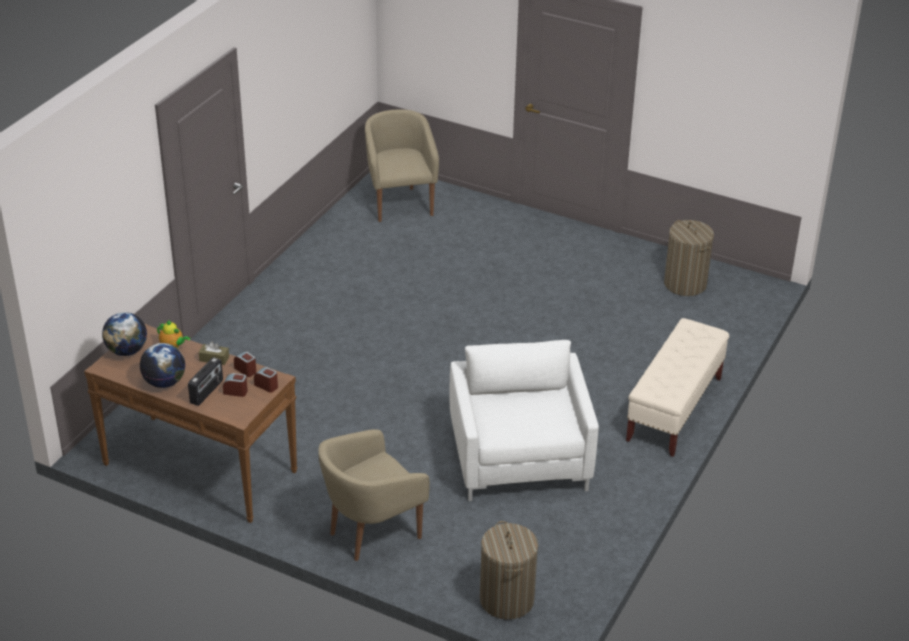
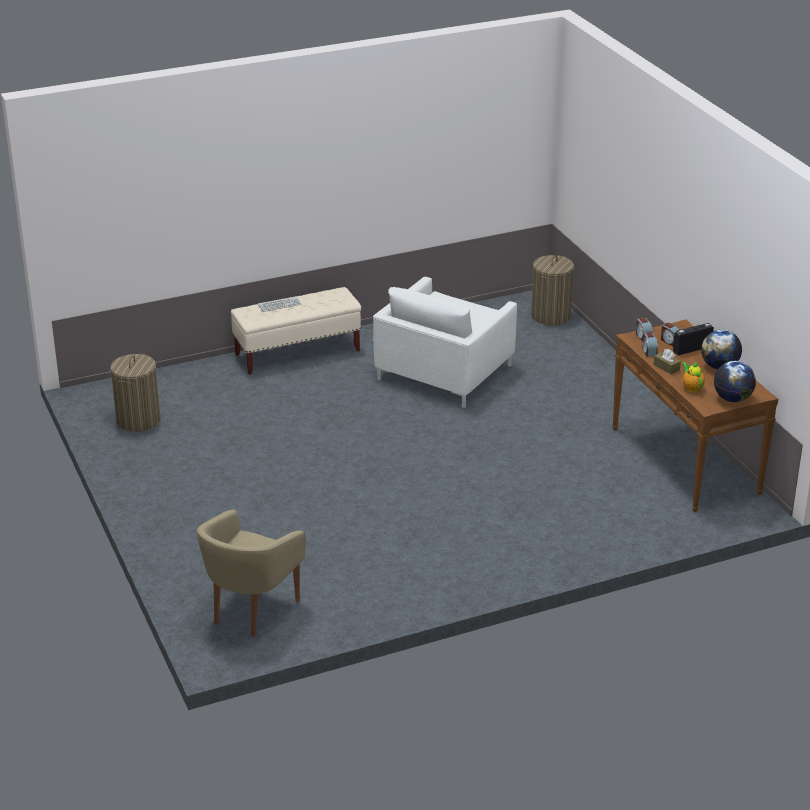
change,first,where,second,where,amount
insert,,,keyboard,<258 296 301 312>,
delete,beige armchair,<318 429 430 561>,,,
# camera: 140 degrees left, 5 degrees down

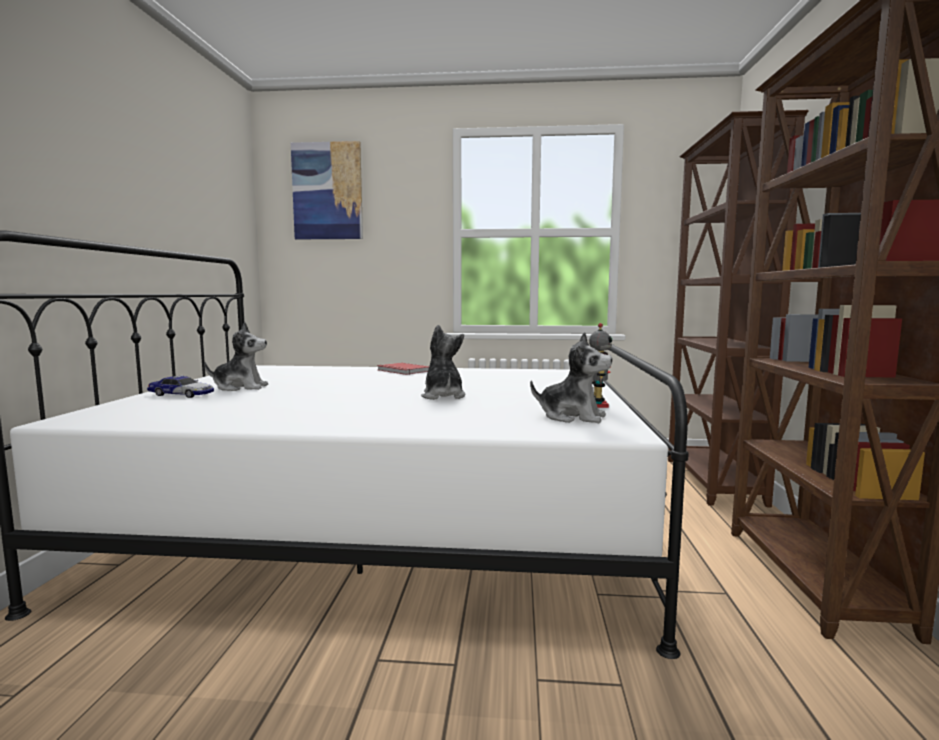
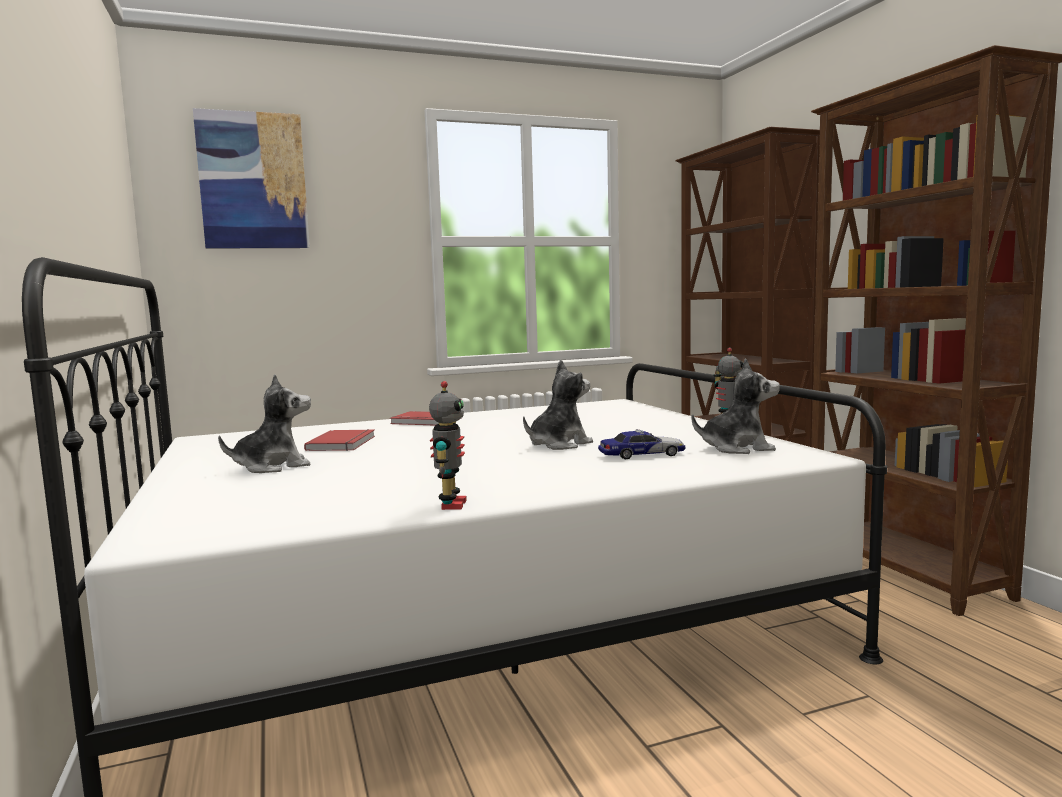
change,first,where,second,where,amount
insert,,,red book,<304 429 375 451>,
insert,,,toy robot,<429 381 467 510>,
rotate,plush toy,<421 325 466 400>,,<523 360 593 450>,90 degrees clockwise
move,toy car,<147 375 214 398>,,<598 429 686 459>,
# camera: 25 degrees left, 0 degrees up

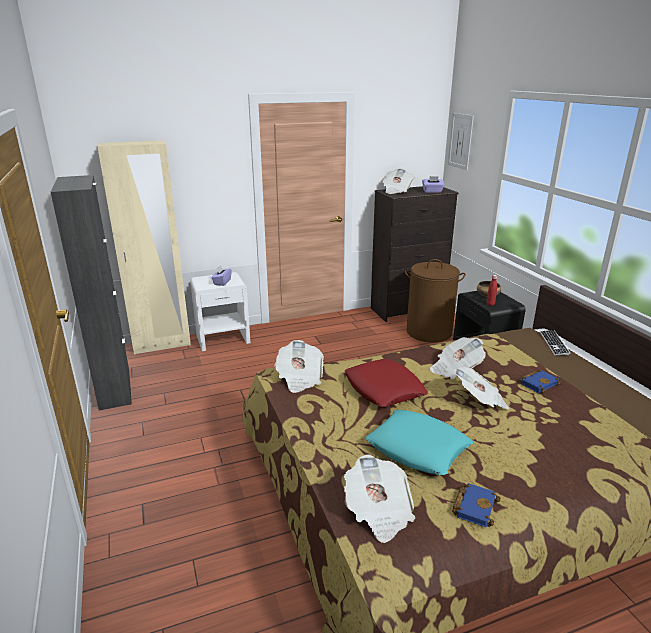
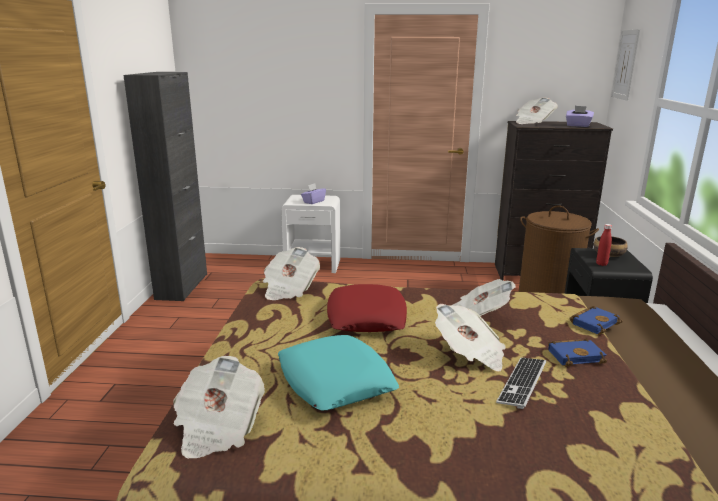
change,first,where,second,where,amount
move,keyboard,<540 330 571 356>,,<496 357 546 409>,
move,blue book,<452 483 501 528>,,<569 306 623 334>,
delete,beige wardrobe,<97 140 191 355>,,,
# camera: 25 degrees right, 5 degrees down

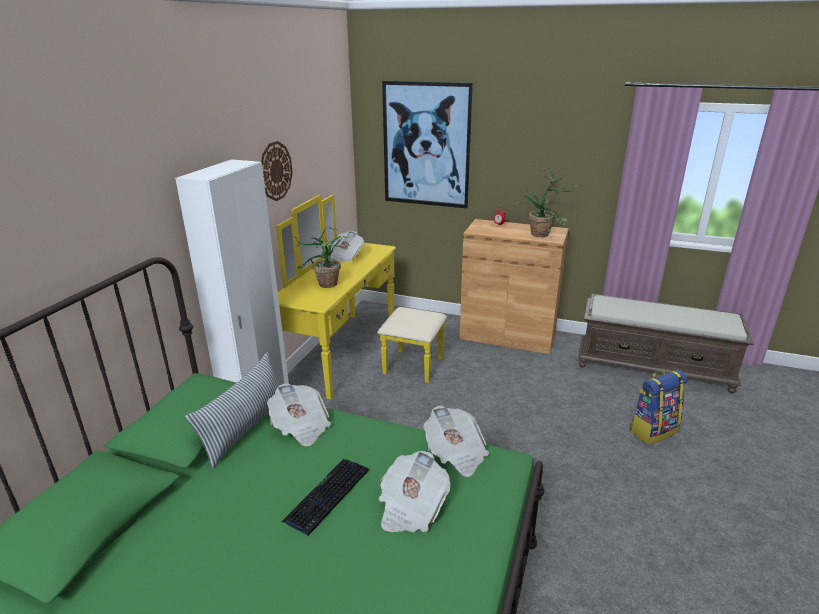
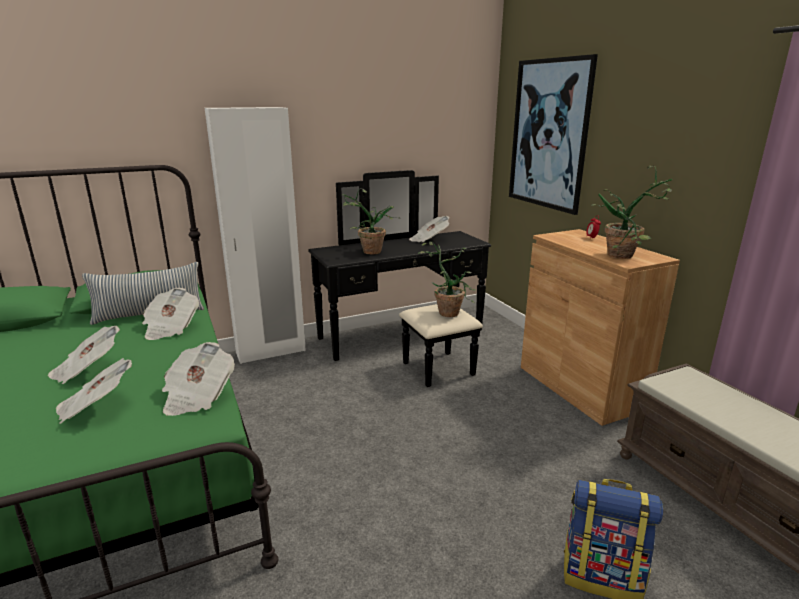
change,first,where,second,where,amount
replace,keyboard,<281 459 369 537>,newspaper,<48 326 120 384>,
recolor,yellow dresser,<276 195 447 400>,black dresser,<308 170 491 387>,
insert,,,potted plant,<418 241 475 317>,
delete,wall clock,<261 141 293 201>,,,
# camera: 45 degrees right, 5 degrees down

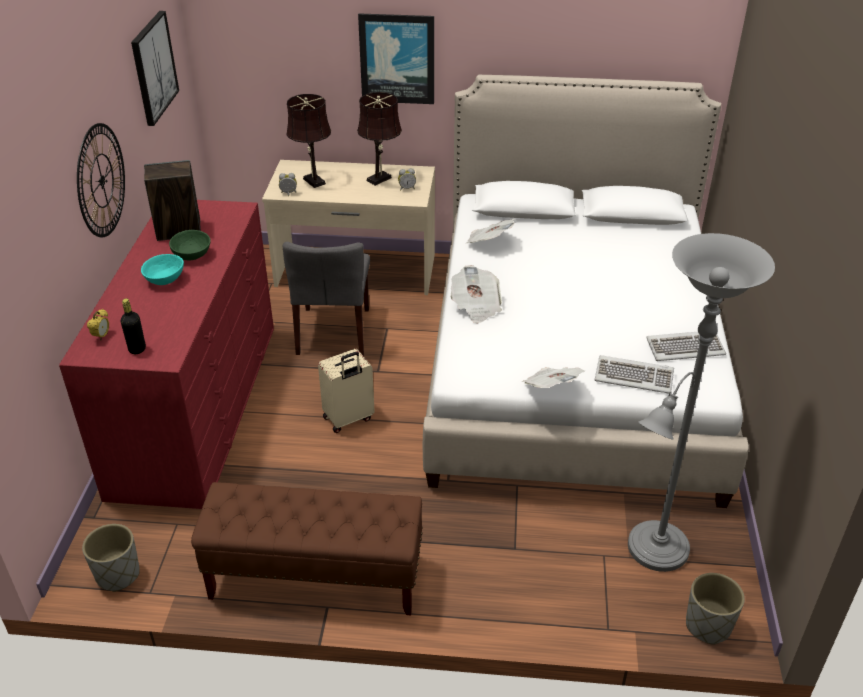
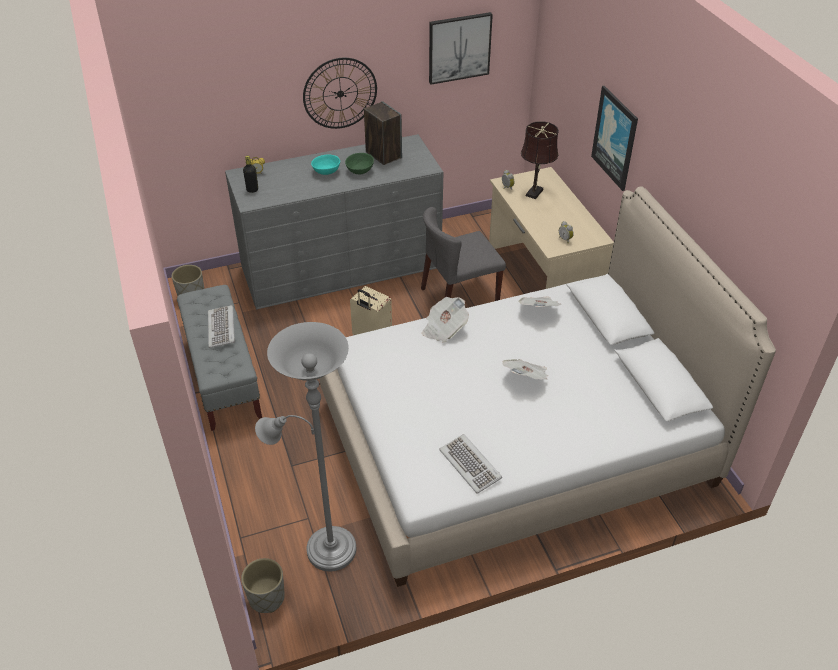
change,first,where,second,where,amount
recolor,brown bench,<191 482 423 615>,grey bench,<177 285 262 431>,
move,keyboard,<595 355 674 393>,,<208 305 235 348>,
recolor,red dresser,<59 200 274 509>,grey dresser,<225 134 443 309>,
move,newspaper,<522 367 585 388>,,<502 359 548 380>,
delete,brown table lamp,<357 92 402 186>,,,
# camera: 65 degrees right, 5 degrees up

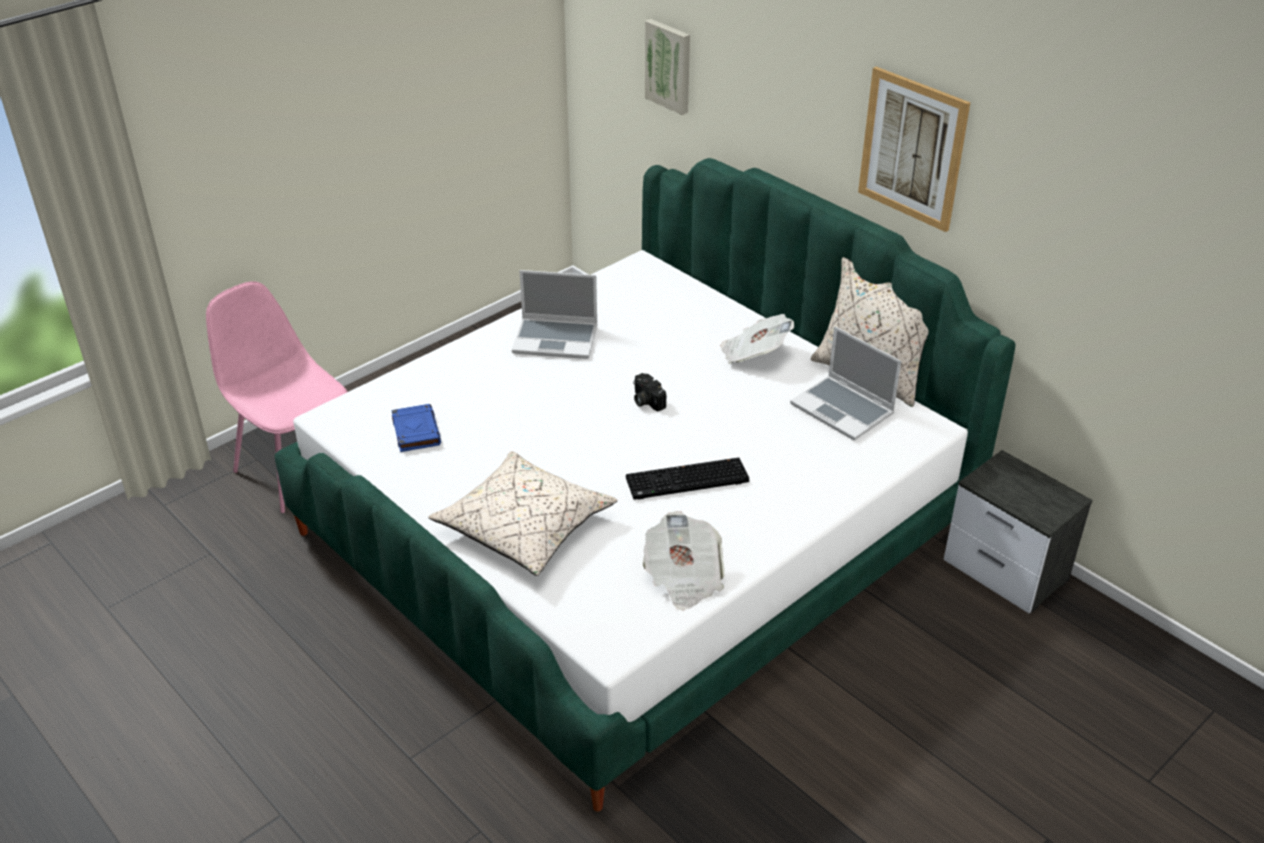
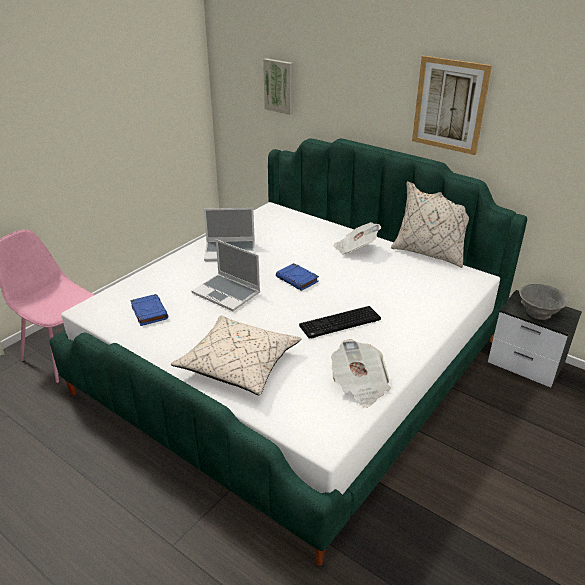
change,first,where,second,where,amount
move,laptop,<790 327 901 440>,,<192 239 260 311>,
replace,photo camera,<633 373 666 411>,blue book,<276 263 319 291>,
insert,,,grey bowl,<519 284 568 320>,
# camera: 10 degrees left, 5 degrees down

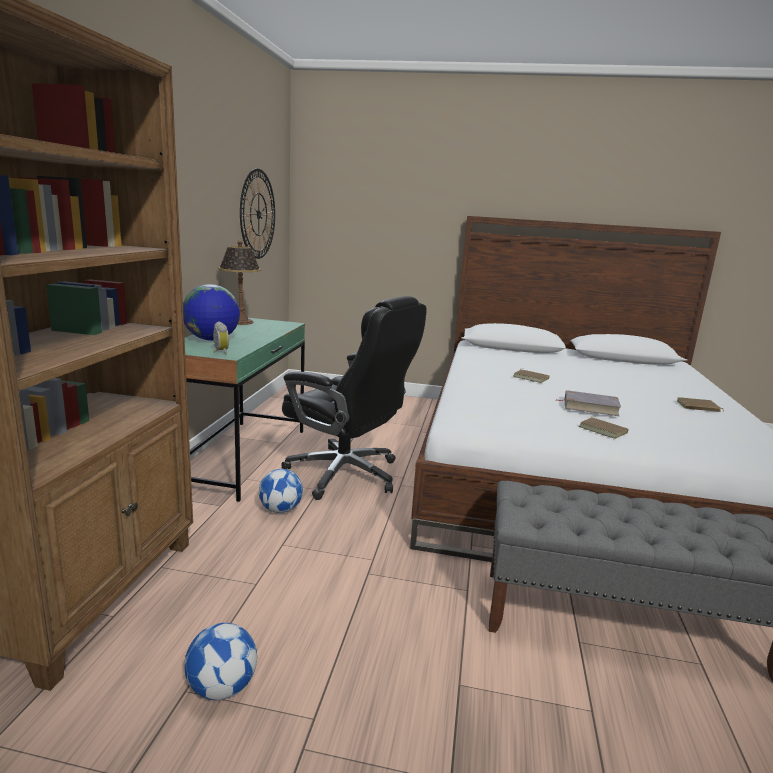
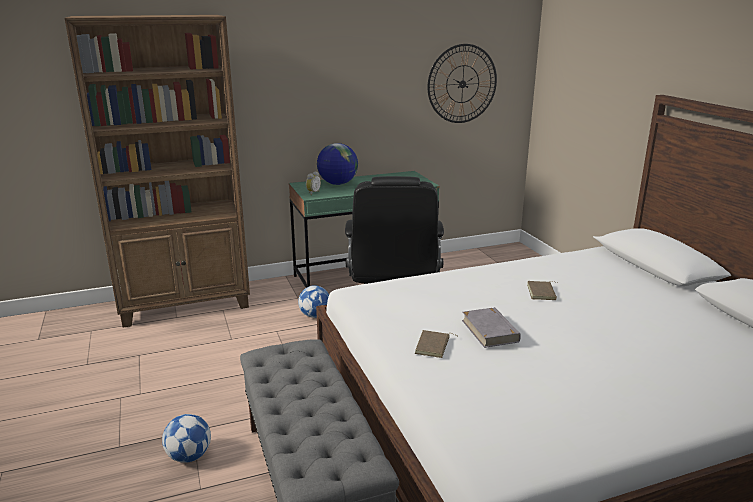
change,first,where,second,where,amount
move,football,<184 623 257 700>,,<162 414 211 463>,
delete,table lamp,<218 241 261 325>,,,
delete,brown book,<677 397 724 412>,,,
# camera: 60 degrees right, 5 degrees up

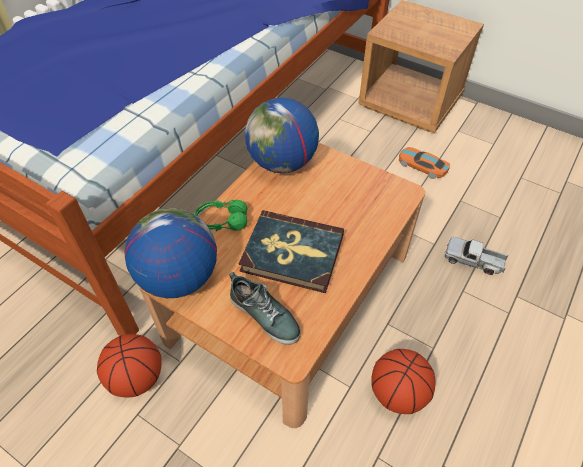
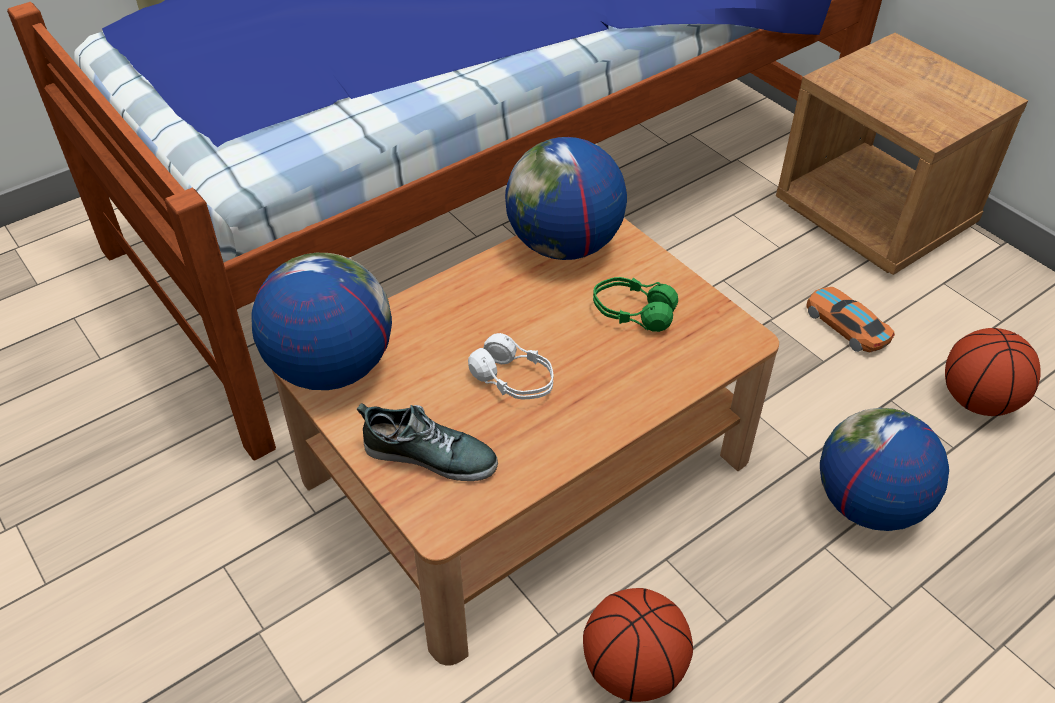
change,first,where,second,where,amount
rotate,shoe,<229 272 301 345>,,<357 403 498 481>,45 degrees counterclockwise
replace,book,<239 210 344 293>,white headphones,<468 333 553 400>,
move,green headphones,<194 200 248 231>,,<593 277 678 332>,
replace,toy truck,<445 237 508 275>,globe,<820 408 949 531>,
move,basketball,<97 334 162 398>,,<945 328 1041 416>,
# camera: 20 degrees right, 5 degrees down

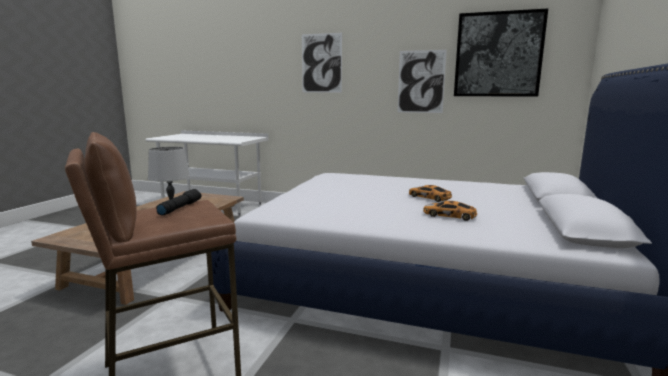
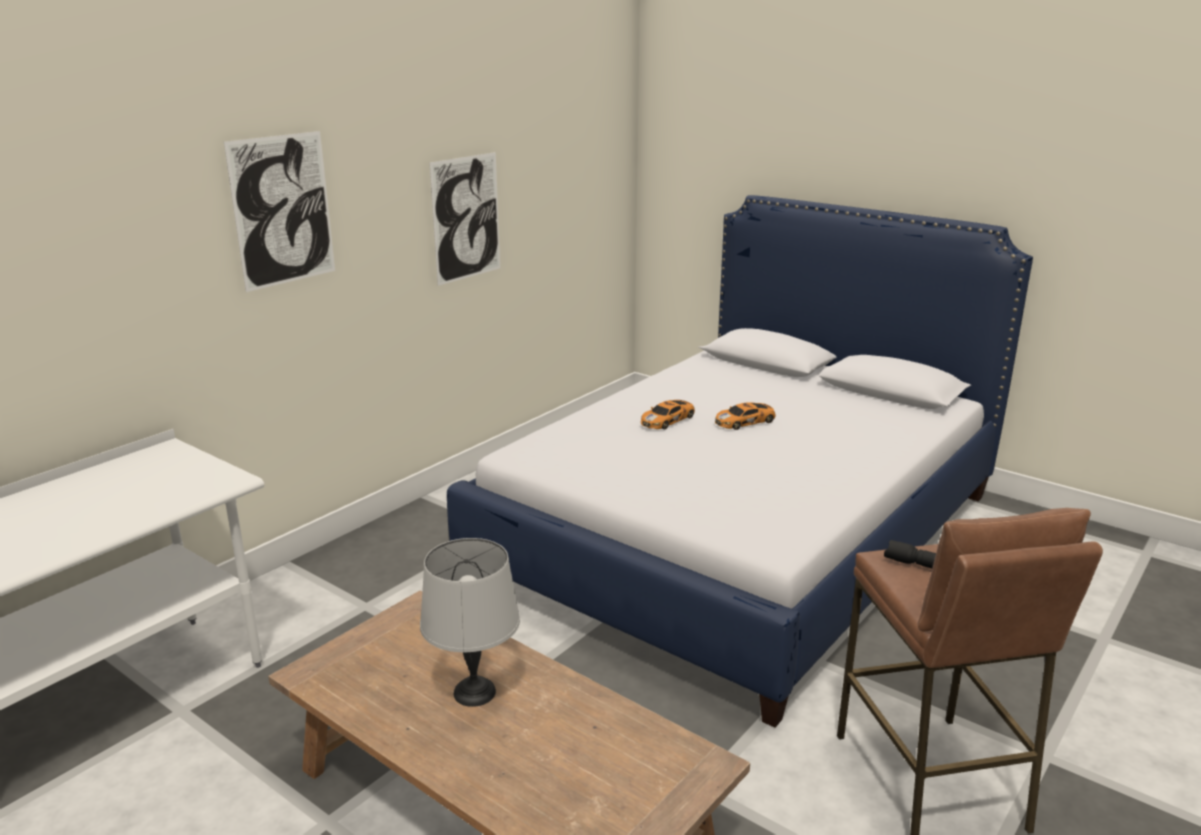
change,first,where,second,where,amount
move,toy car,<423 201 477 221>,,<641 400 695 429>,
delete,picture,<454 8 548 97>,,,
# camera: 70 degrees left, 10 degrees up

